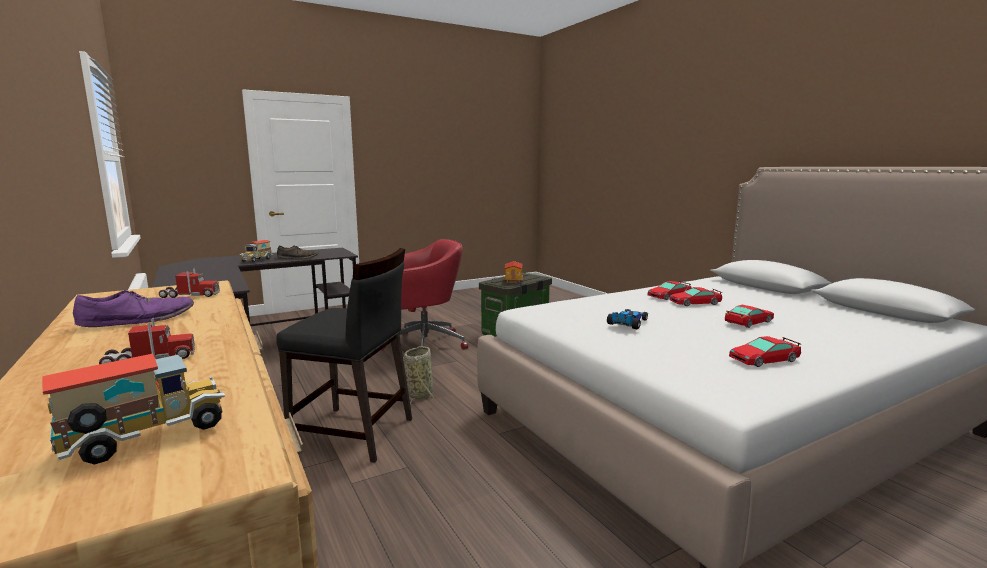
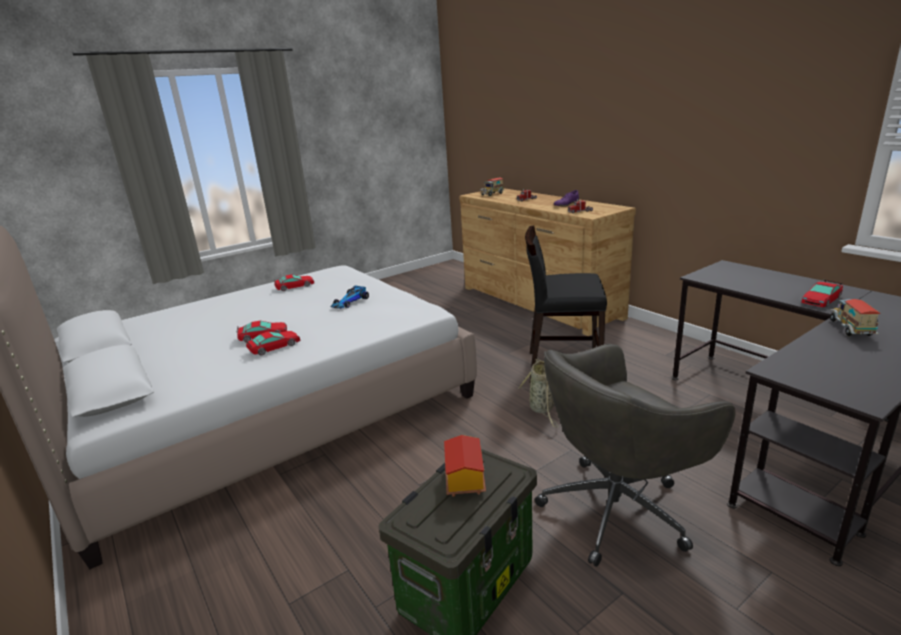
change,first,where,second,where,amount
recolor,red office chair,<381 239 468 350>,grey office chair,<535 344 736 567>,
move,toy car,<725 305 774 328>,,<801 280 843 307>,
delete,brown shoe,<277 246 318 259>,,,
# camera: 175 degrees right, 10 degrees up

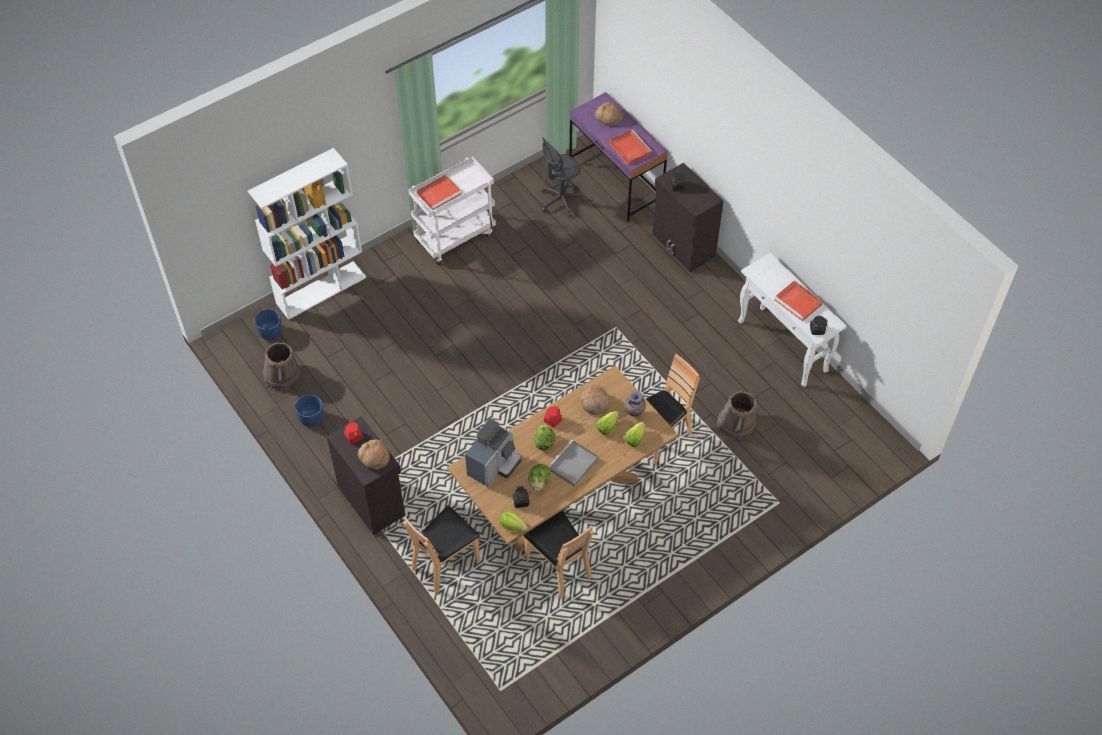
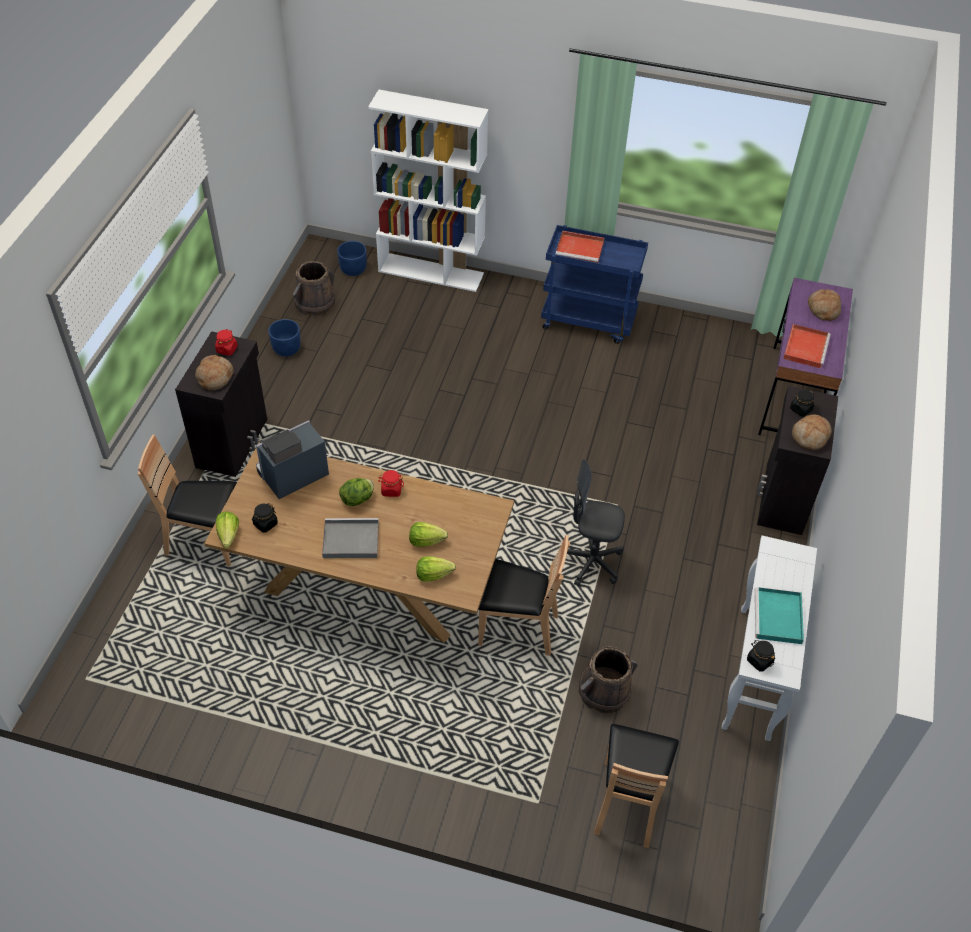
change,first,where,second,where,amount
rotate,coffee machine,<465 418 521 488>,,<256 420 329 499>,150 degrees clockwise
recolor,white cart,<409 156 496 265>,blue cart,<541 225 648 344>,
move,grey office chair,<541 137 585 217>,,<567 459 625 586>,
move,brown chair,<523 510 594 598>,,<594 724 679 848>,
recolor,red tray,<774 280 823 322>,turquoise tray,<755 587 804 644>,
move,bread,<581 385 610 415>,,<792 415 832 450>,
delete,lettuce,<528 464 551 492>,,,
delete,vase,<624 391 646 416>,,,
# camera: 50 degrees right, 5 degrees down

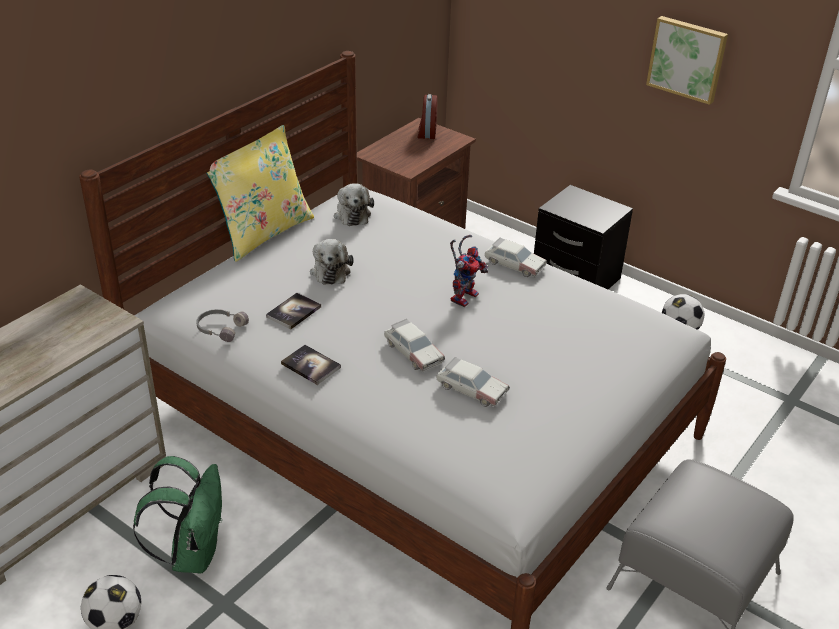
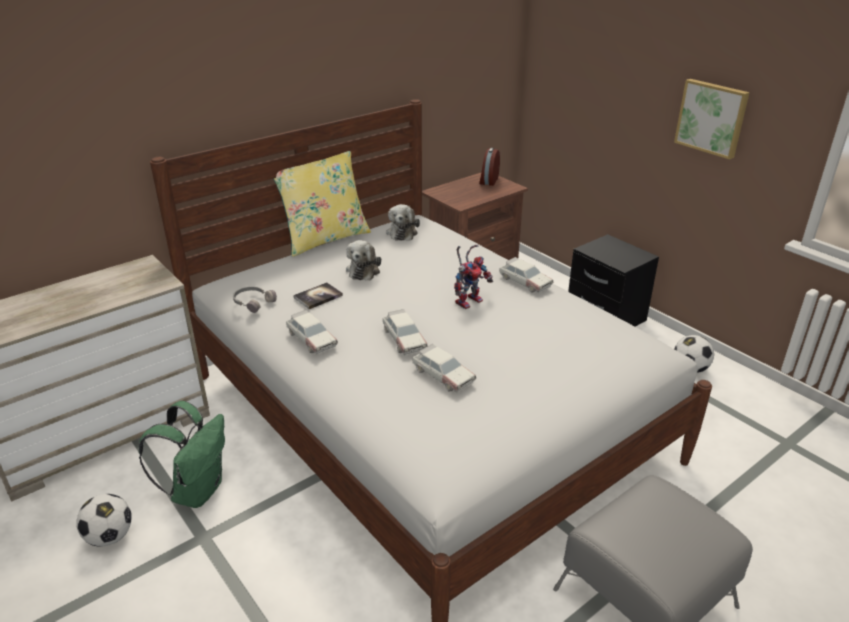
change,first,where,second,where,amount
replace,book,<281 345 341 385>,toy car,<286 310 338 355>,
# camera: 15 degrees right, 5 degrees down

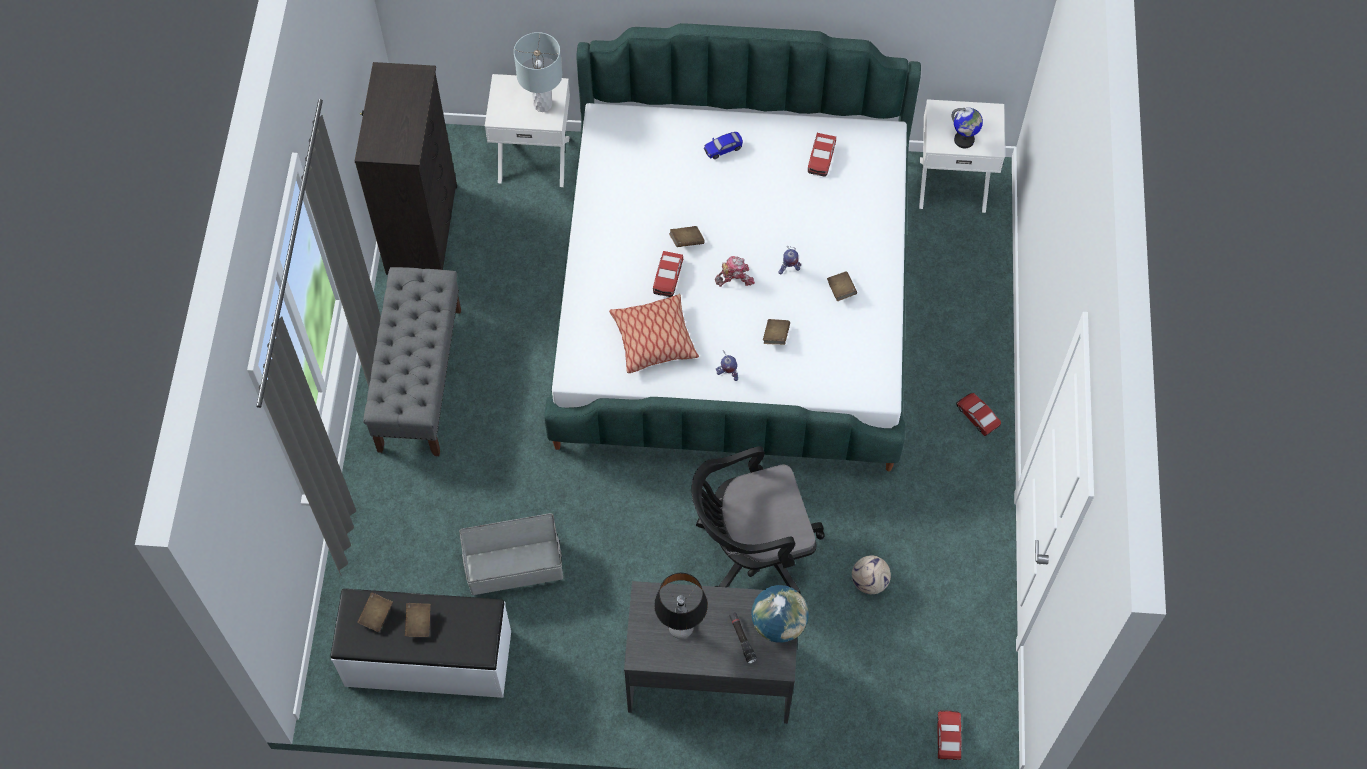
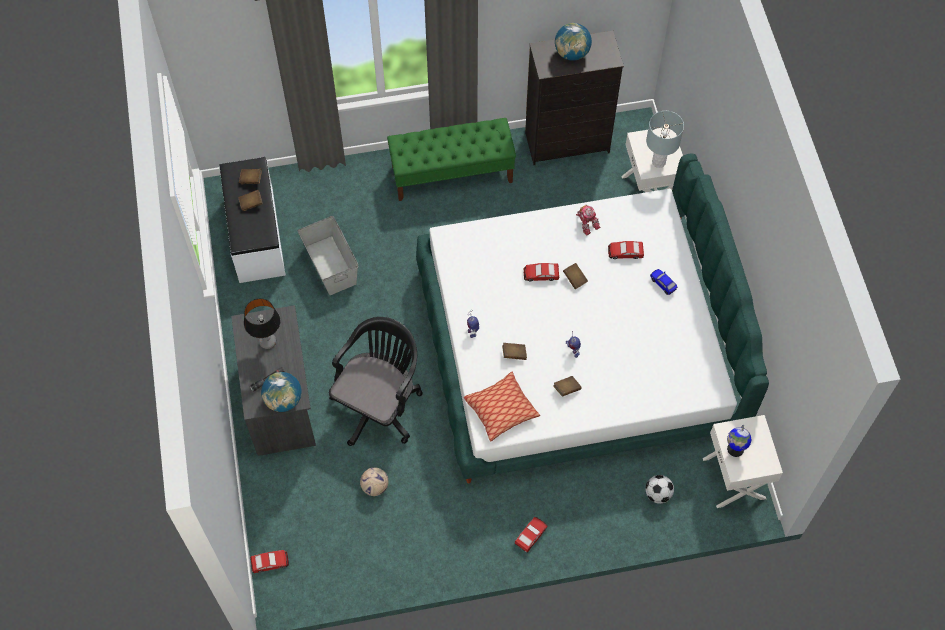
change,first,where,second,where,amount
rotate,black office chair,<691 446 825 594>,,<329 317 423 446>,60 degrees clockwise
recolor,grey bench,<363 267 461 456>,green bench,<387 118 516 201>,
move,pillow,<609 294 699 373>,,<464 372 540 441>,
insert,,,globe,<555 23 592 61>,
move,toy robot,<715 256 755 287>,,<576 205 600 236>,
move,toy car,<808 133 836 177>,,<608 241 644 259>,
insert,,,football,<645 475 674 504>,
# camera: 75 degrees right, 0 degrees up

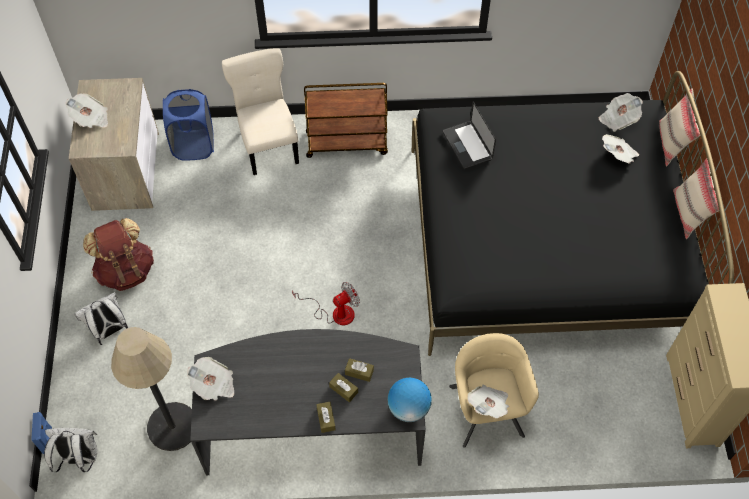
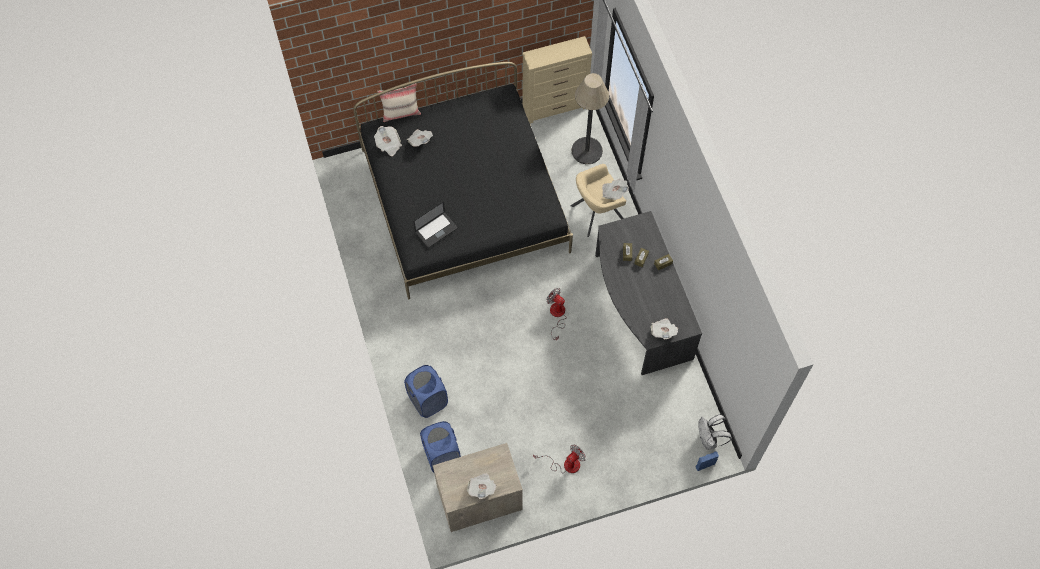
change,first,where,second,where,amount
replace,beige chair,<222 48 299 175>,blue laundry basket,<404 365 448 418>,
replace,brown backpack,<83 218 154 291>,fan,<533 445 586 473>,
move,floor lamp,<111 327 192 451>,,<572 73 609 164>,
delete,white backpack,<74 292 128 345>,,,
delete,brown cart,<304 83 388 158>,,,
delete,globe,<387 378 432 422>,,,
delete,beige pillow,<673 158 719 239>,,,
# camera: 105 degrees left, 5 degrees up

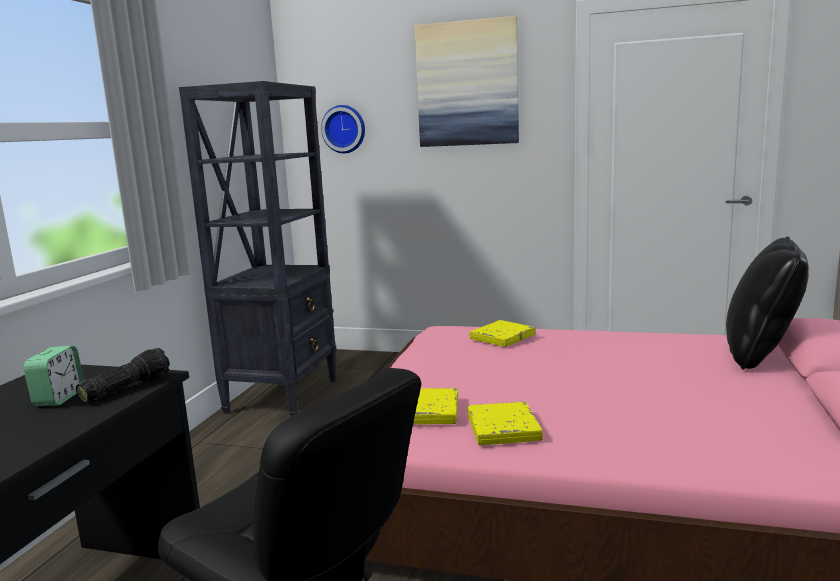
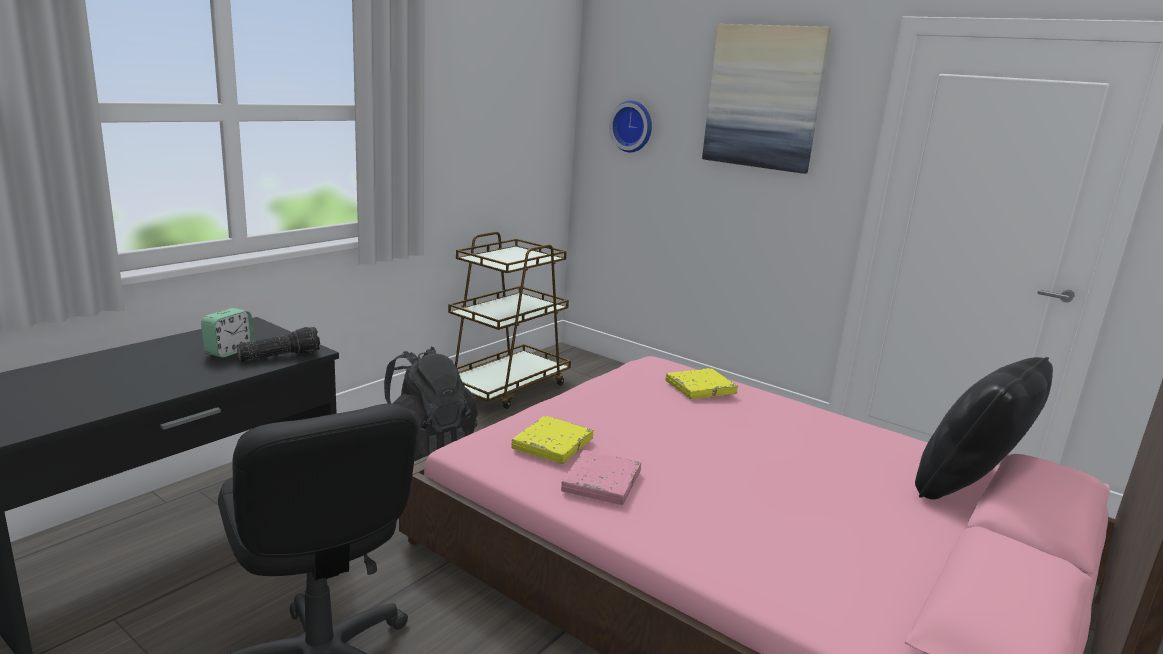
change,first,where,second,where,amount
insert,,,black backpack,<384 347 478 461>,
replace,black bookcase,<179 81 337 417>,brown cart,<448 232 571 409>,
recolor,yellow book,<467 402 543 445>,pink book,<561 450 641 505>,
# camera: 20 degrees right, 5 degrees up

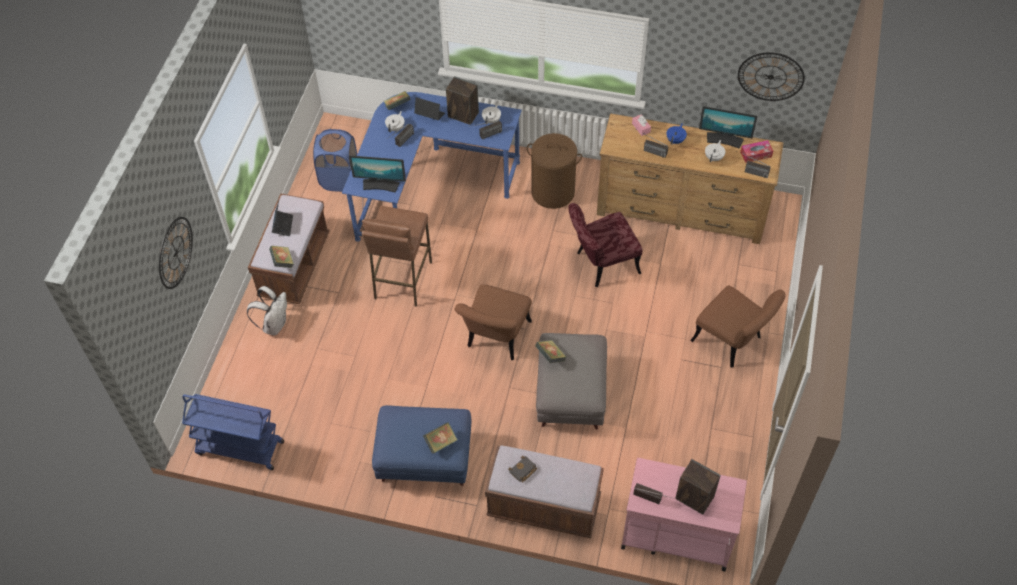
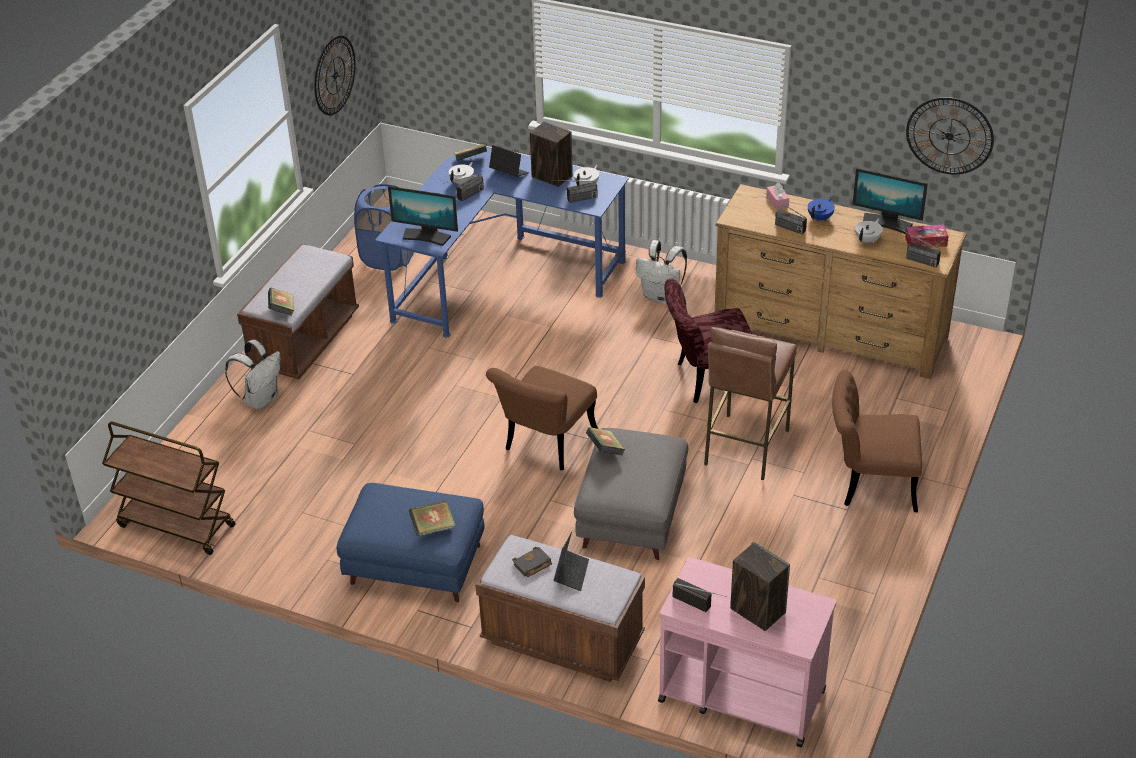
change,first,where,second,where,amount
recolor,blue cart,<182 394 284 470>,brown cart,<102 422 236 555>,
move,wall clock,<159 217 193 289>,,<314 35 356 115>,
move,laptop,<272 201 293 236>,,<554 532 589 591>,
replace,brown laundry basket,<527 133 582 209>,white backpack,<636 240 687 304>,
move,brown stool,<362 206 432 307>,,<704 327 797 480>,
rotate,brown chair,<690 285 785 368>,,<832 370 922 512>,135 degrees clockwise
# camera: 10 degrees right, 15 degrees down

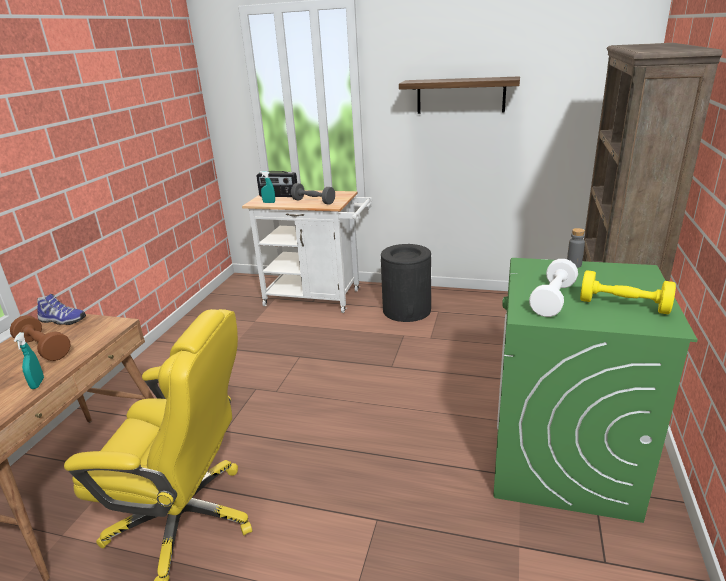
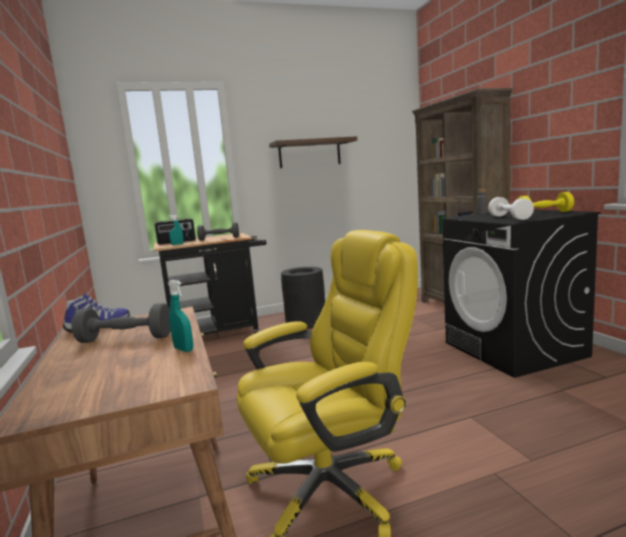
change,first,where,second,where,amount
recolor,brown dumbbell,<10 315 71 361>,grey dumbbell,<71 303 171 343>,
recolor,white cart,<242 190 372 313>,black cart,<153 233 267 335>,
recolor,green washing machine,<493 258 698 523>,black washing machine,<442 210 601 378>,
# camera: 35 degrees left, 15 degrees down

